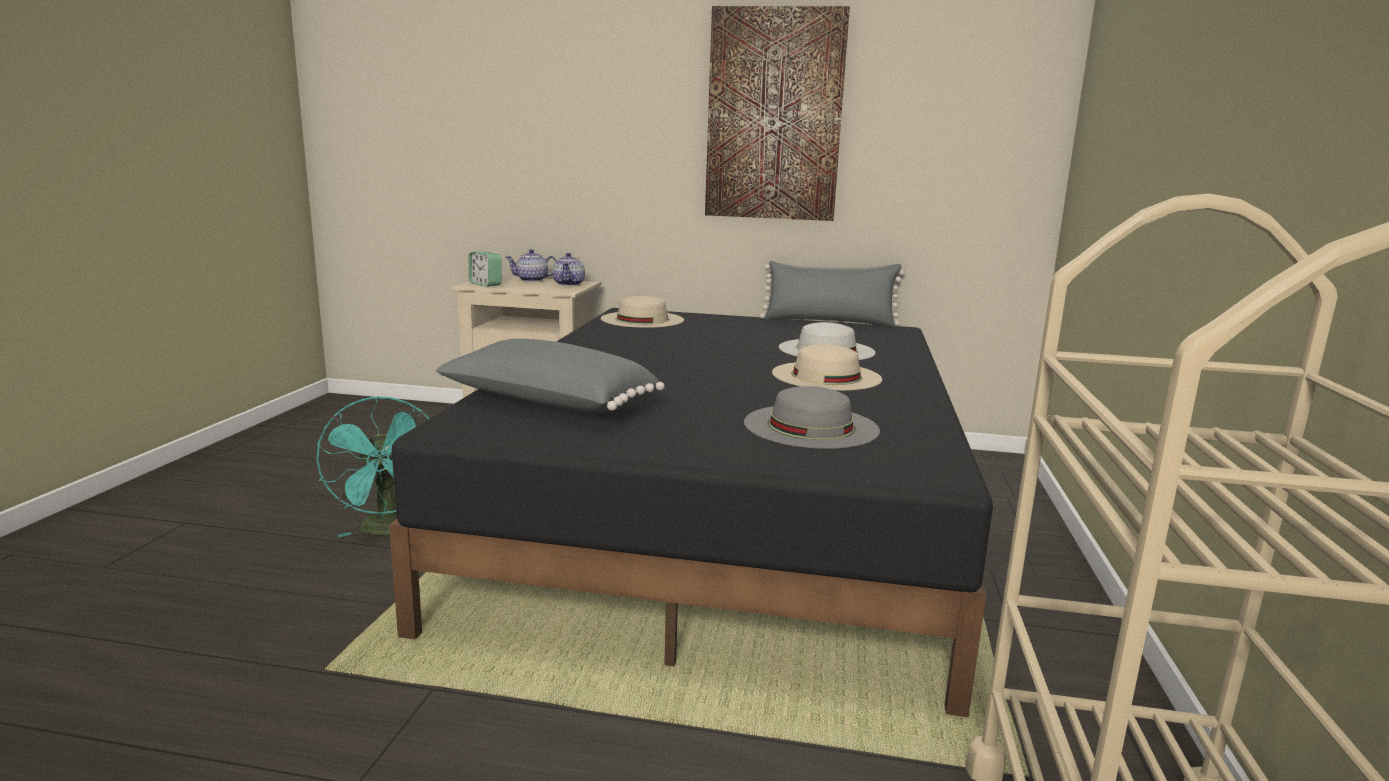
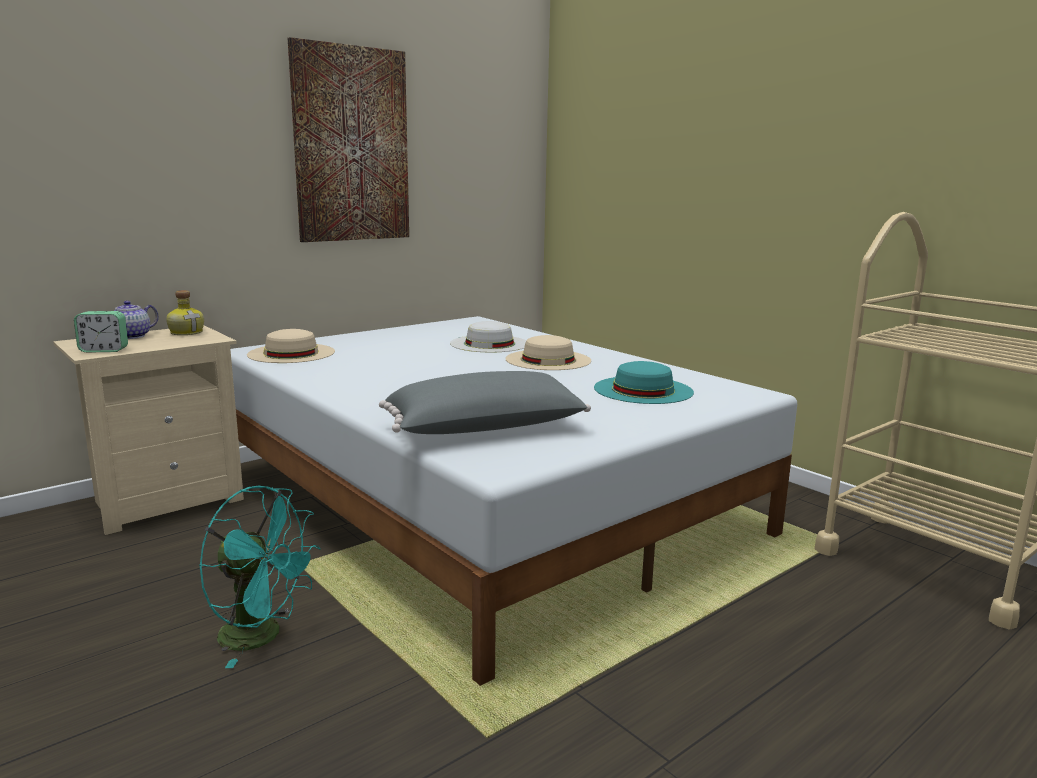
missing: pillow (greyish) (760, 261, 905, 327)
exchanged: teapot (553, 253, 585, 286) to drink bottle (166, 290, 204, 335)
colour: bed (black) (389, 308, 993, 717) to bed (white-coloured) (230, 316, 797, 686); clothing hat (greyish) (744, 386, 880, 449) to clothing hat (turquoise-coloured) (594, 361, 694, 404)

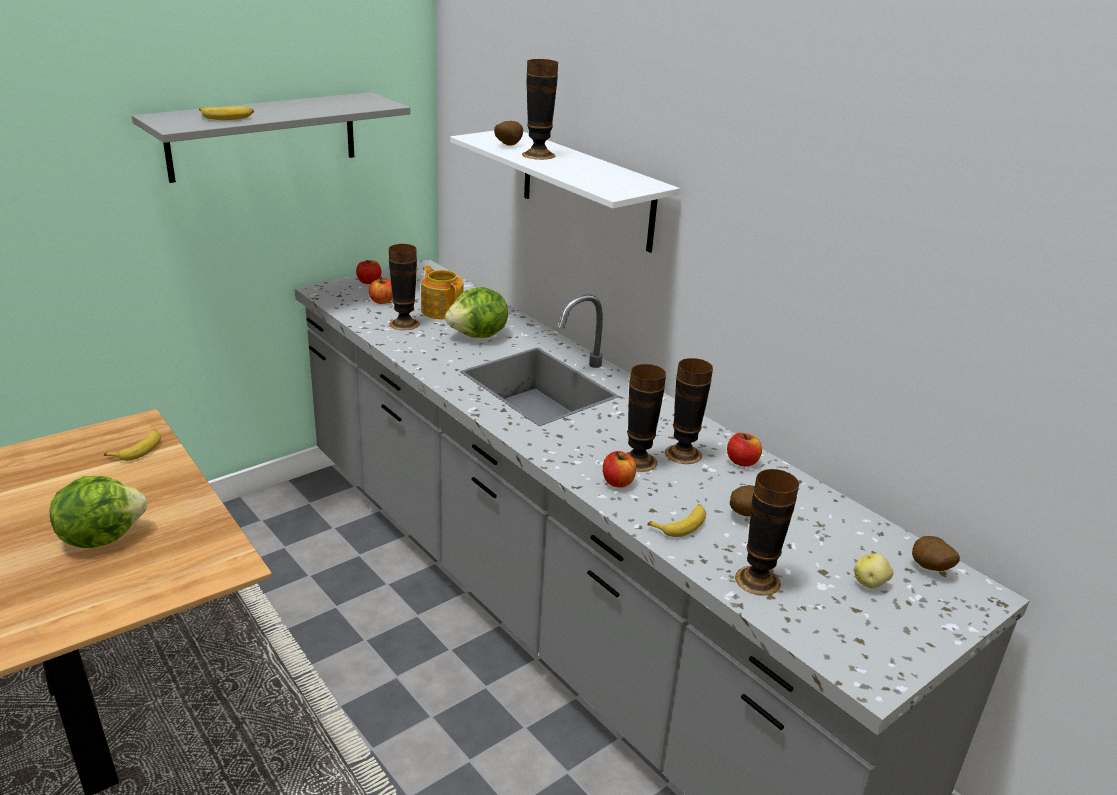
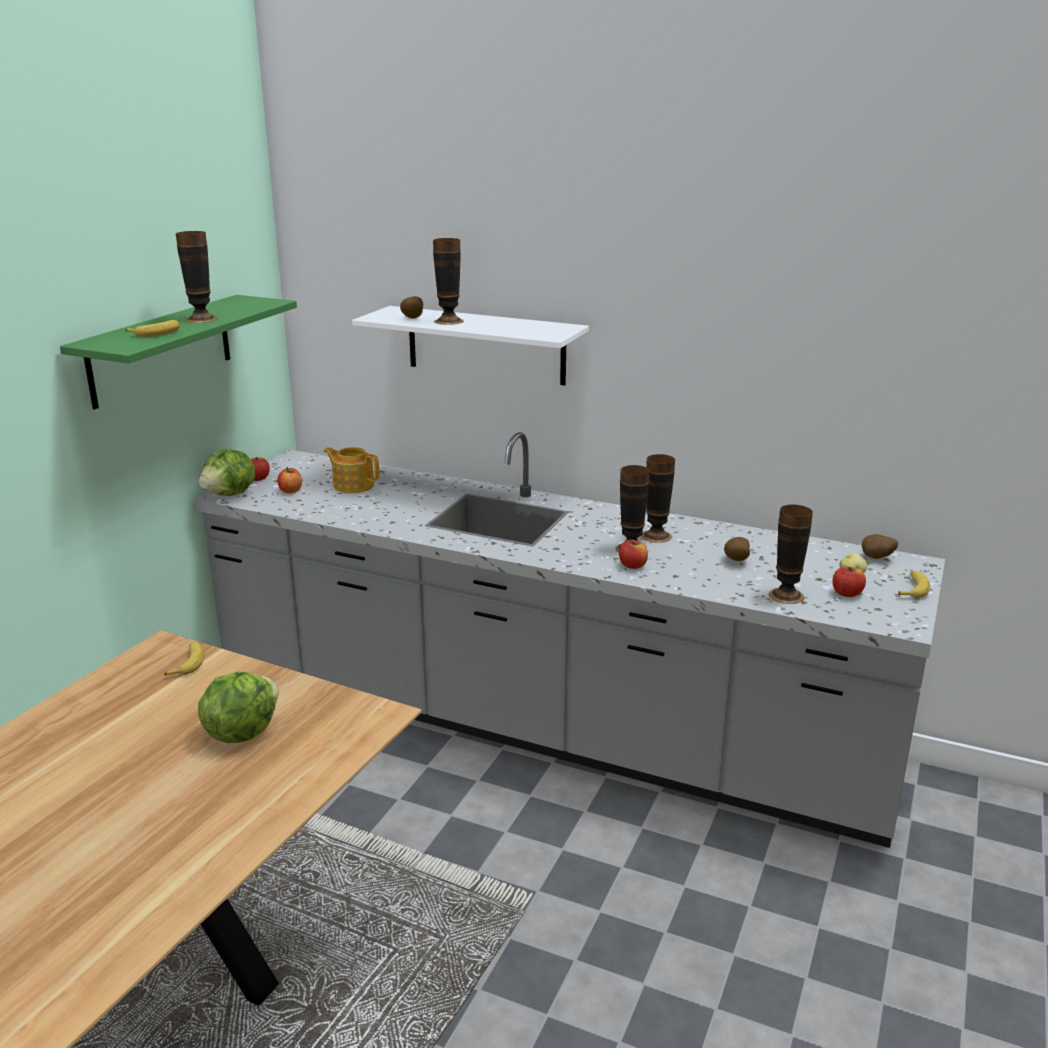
relocated: flower vase (389, 244, 420, 330) to (176, 231, 218, 323); head of lettuce (445, 287, 508, 338) to (199, 449, 255, 496); whole apple (727, 433, 762, 466) to (833, 567, 866, 597); banana fruit (647, 504, 706, 537) to (898, 571, 930, 598)
colour: wall shelf (greyish) (132, 92, 410, 183) to wall shelf (green) (60, 295, 297, 410)

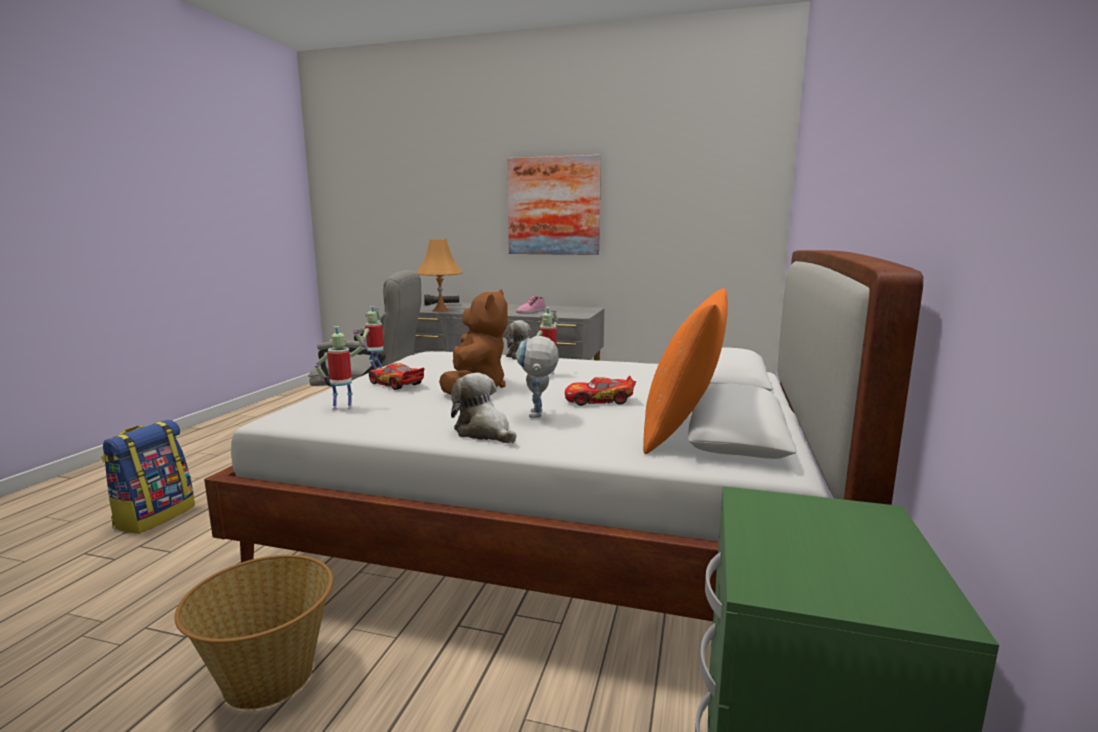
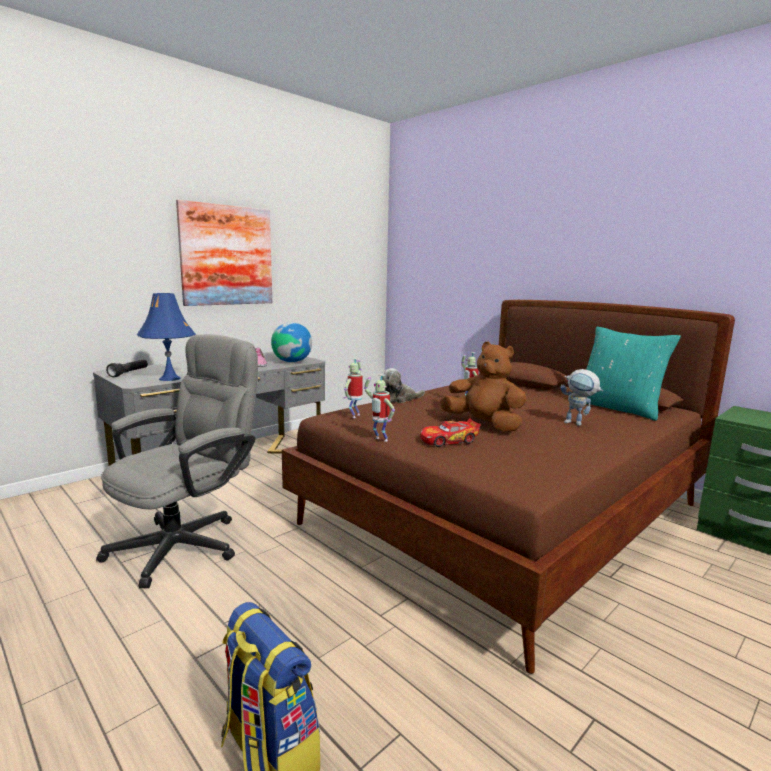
missing: soft toy (451, 373, 516, 443); miniature car (565, 376, 636, 406); household basket (174, 555, 333, 709)
appeared: desk globe (271, 323, 312, 362)
relocated: toy robot (315, 326, 365, 410) to (344, 358, 363, 418)
colour: table lamp (orangey) (417, 239, 463, 312) to table lamp (blue) (137, 293, 196, 381); bed (white-coloured) (204, 250, 923, 621) to bed (brown-coloured) (282, 300, 735, 674); pillow (orangey) (643, 288, 728, 454) to pillow (turquoise-coloured) (586, 327, 681, 421)

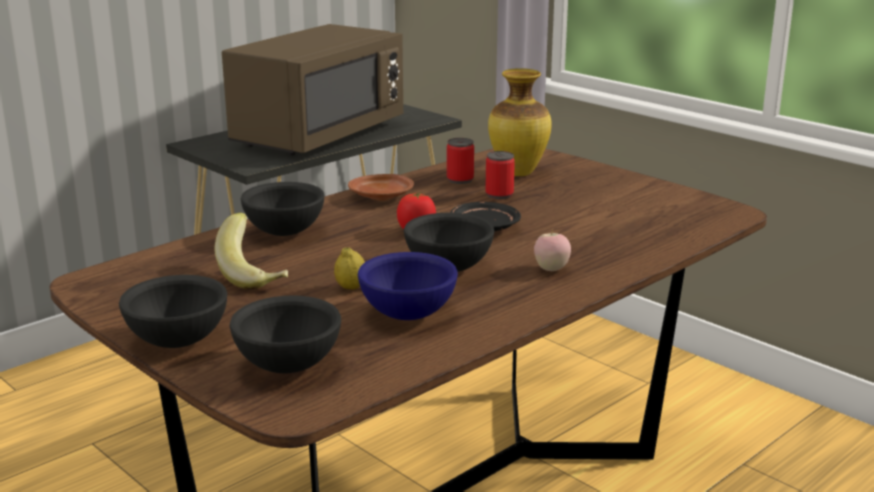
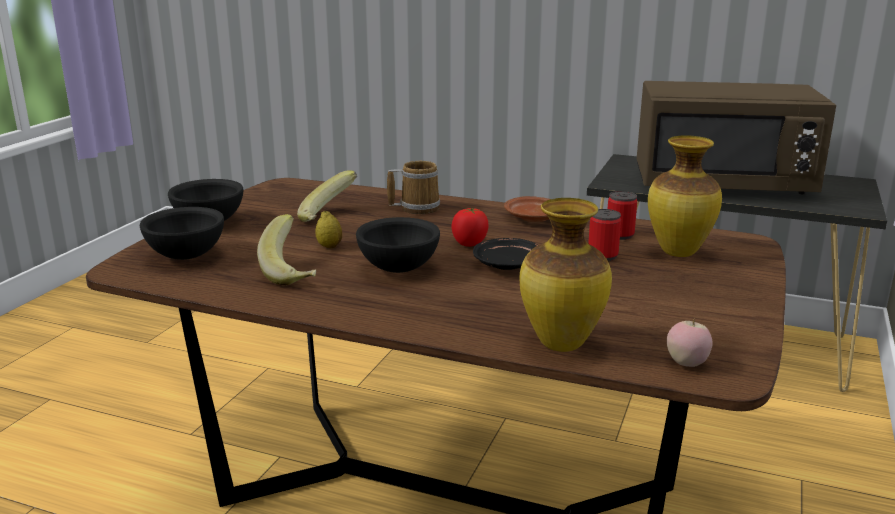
appeared: flower vase (519, 198, 612, 352)
relocated: whole apple (534, 229, 571, 271) to (667, 319, 713, 367)
exchanged: deep dish (black) (241, 182, 324, 236) to coffee mug (387, 161, 440, 214); deep dish (blue) (358, 252, 458, 320) to banana fruit (257, 214, 316, 285)

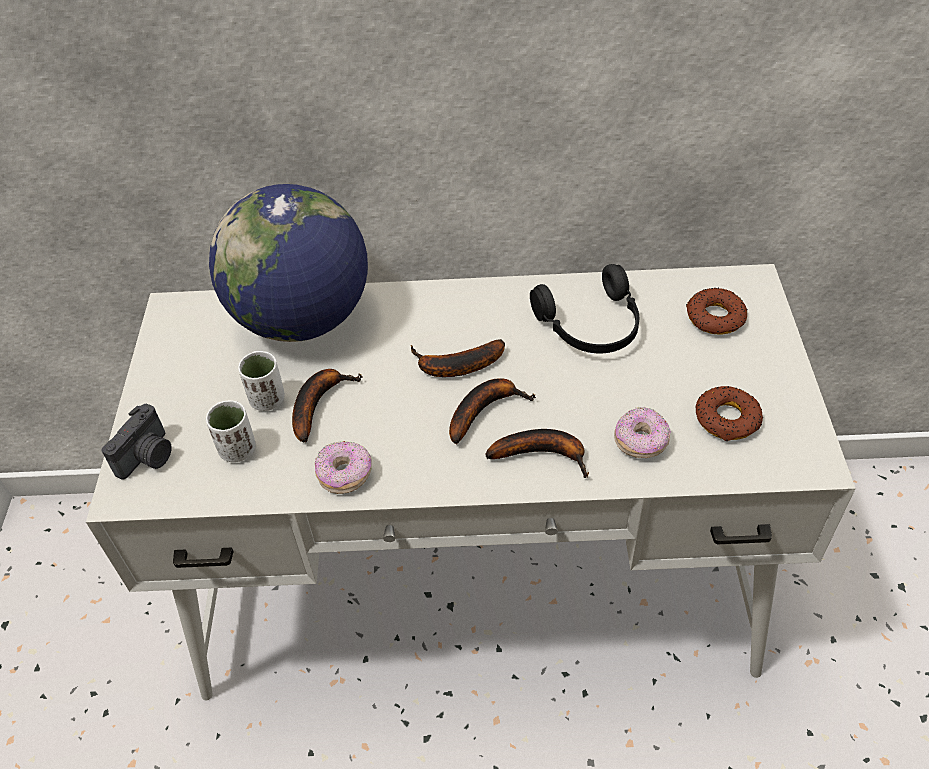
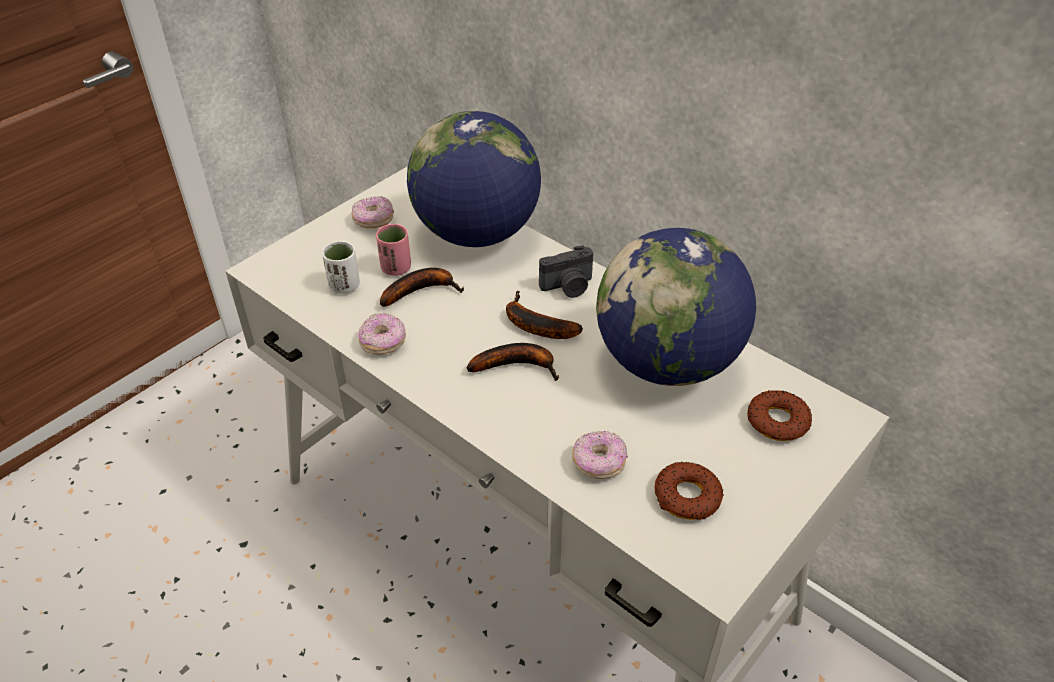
missing: banana fruit (485, 429, 589, 478)
appeared: ring doughnut (351, 196, 394, 228)
relocated: still camera (102, 404, 172, 480) to (539, 245, 593, 298)
exchanged: pair of headphones (black) (530, 264, 639, 353) to desk globe (596, 228, 756, 386)
colour: drinking cup (white-coloured) (238, 351, 285, 411) to drinking cup (pinkish) (376, 224, 411, 276)

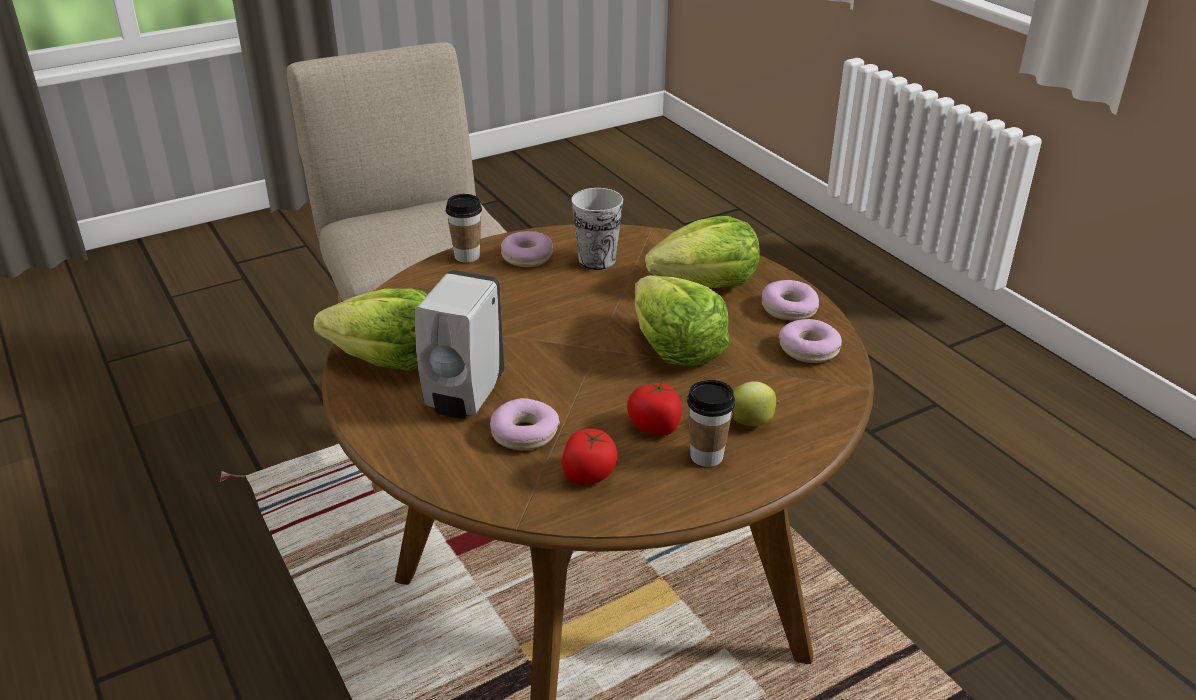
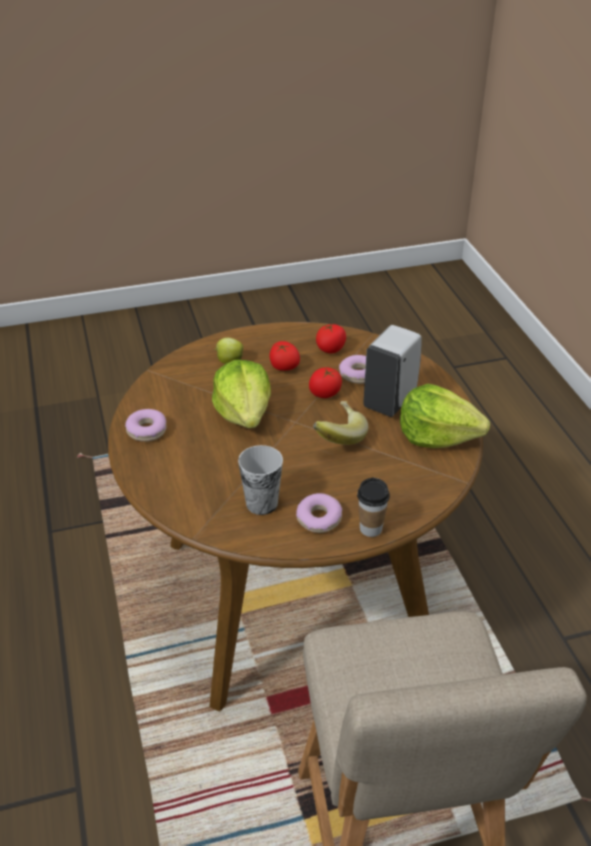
missing: head of lettuce (645, 216, 759, 288); ring doughnut (779, 319, 842, 363); drinking cup (687, 380, 735, 467)
appeared: fresh tomato (309, 367, 342, 398); banana fruit (313, 401, 368, 445)

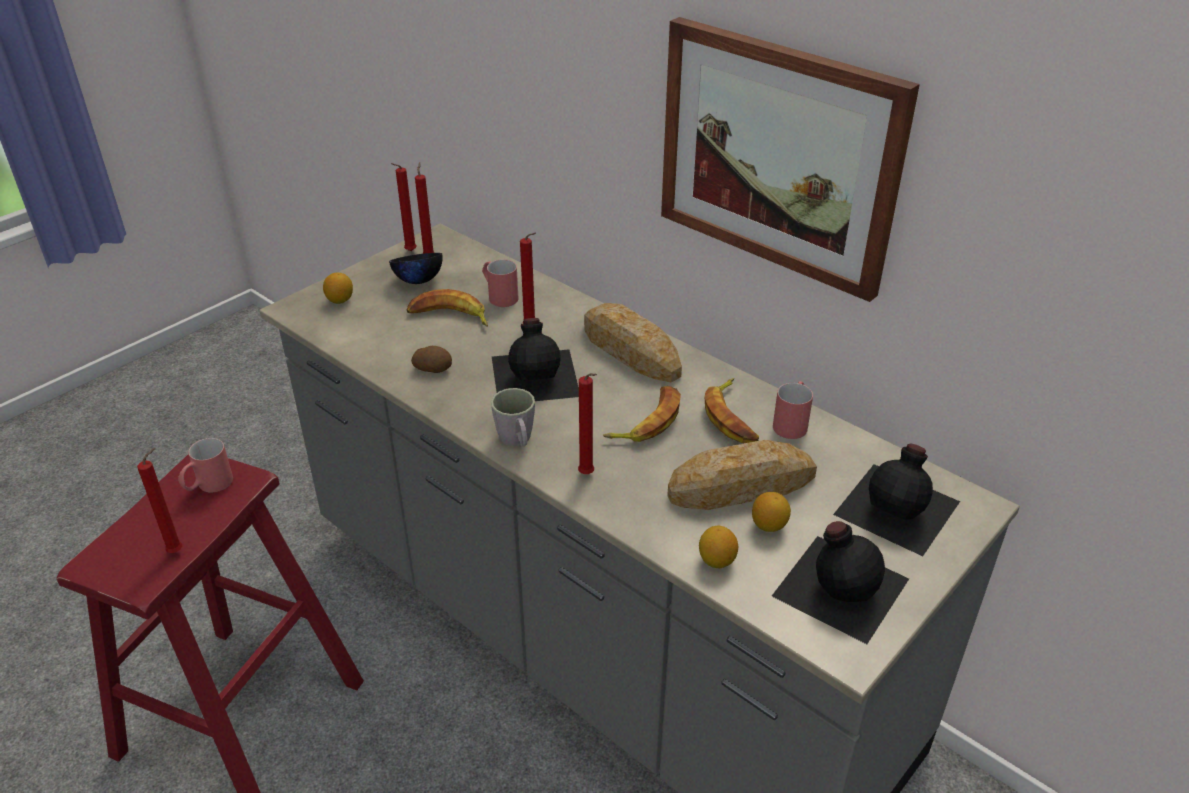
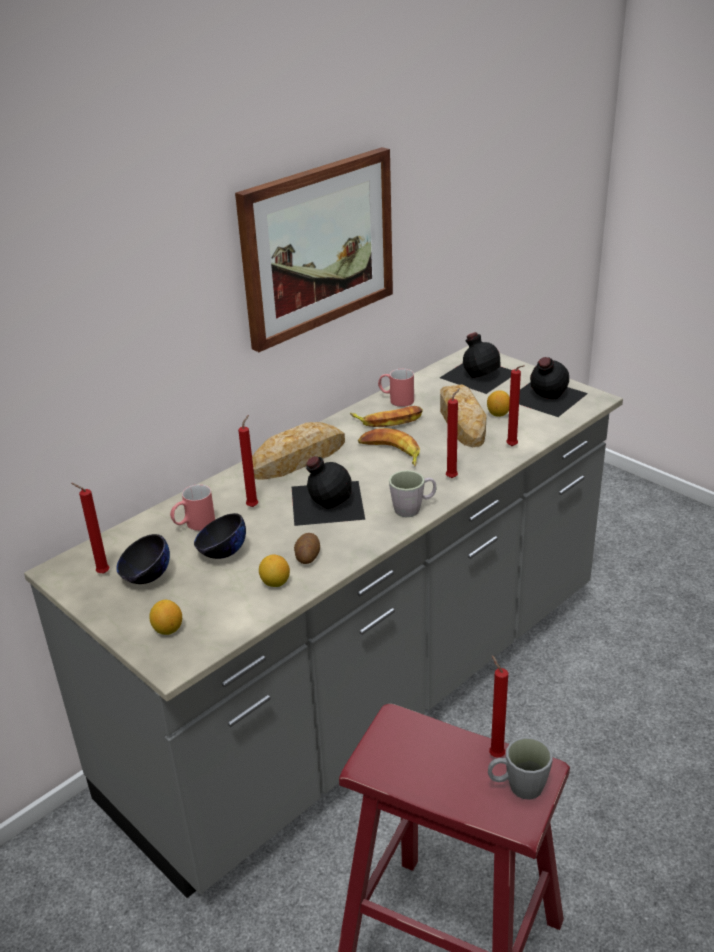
missing: coffee mug (red) (178, 438, 233, 492)
appeared: coffee mug (greyish) (488, 737, 553, 800)
relocated: candle (red) (391, 163, 417, 251) to (506, 365, 524, 446); lemon (699, 525, 738, 568) to (259, 554, 290, 587)
exchanged: banana fruit (407, 289, 488, 327) to deep dish (black) (194, 513, 246, 559)

